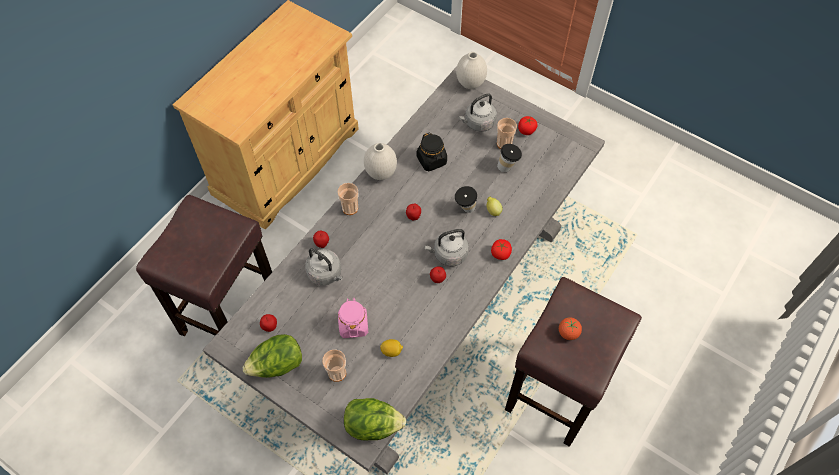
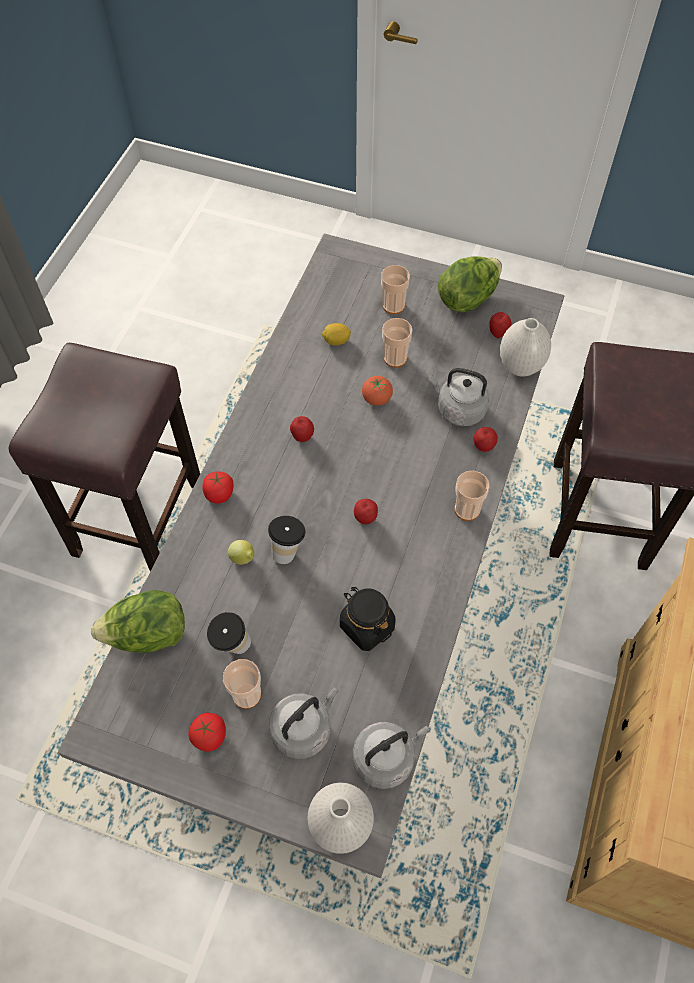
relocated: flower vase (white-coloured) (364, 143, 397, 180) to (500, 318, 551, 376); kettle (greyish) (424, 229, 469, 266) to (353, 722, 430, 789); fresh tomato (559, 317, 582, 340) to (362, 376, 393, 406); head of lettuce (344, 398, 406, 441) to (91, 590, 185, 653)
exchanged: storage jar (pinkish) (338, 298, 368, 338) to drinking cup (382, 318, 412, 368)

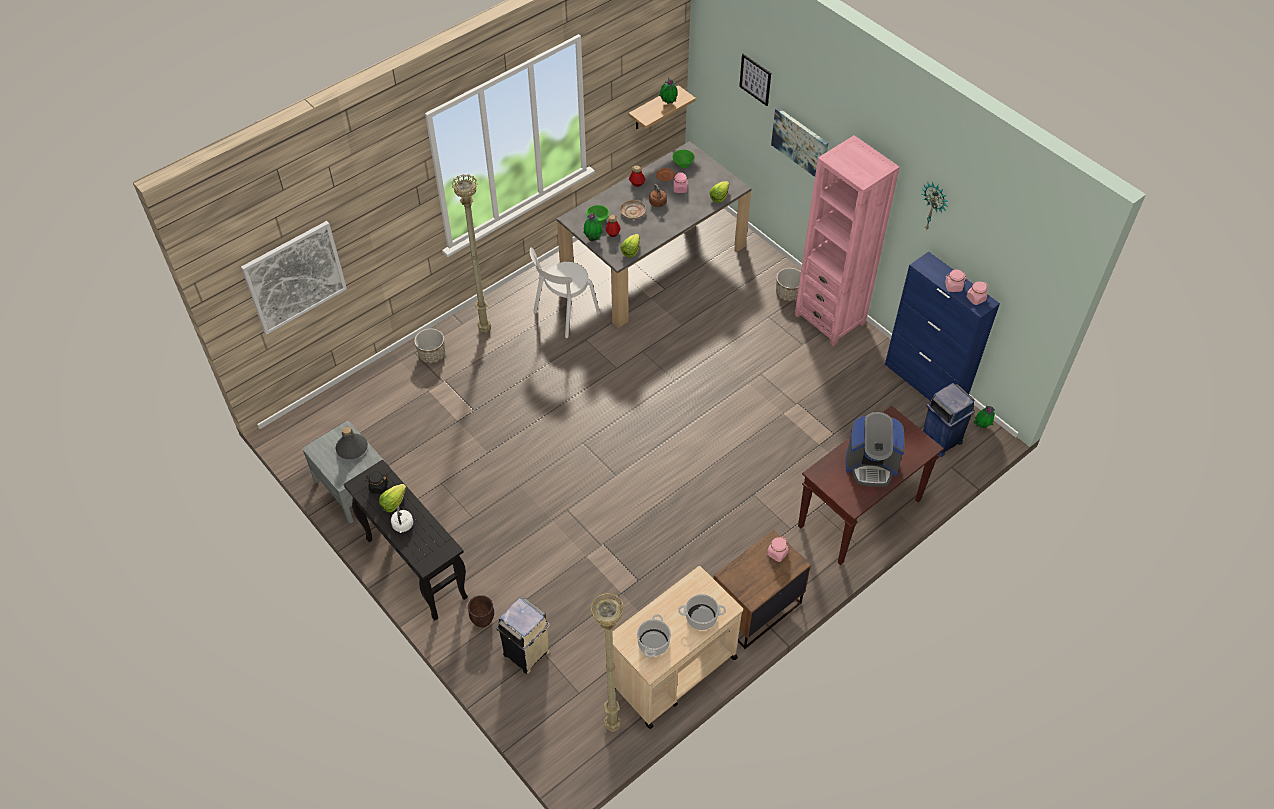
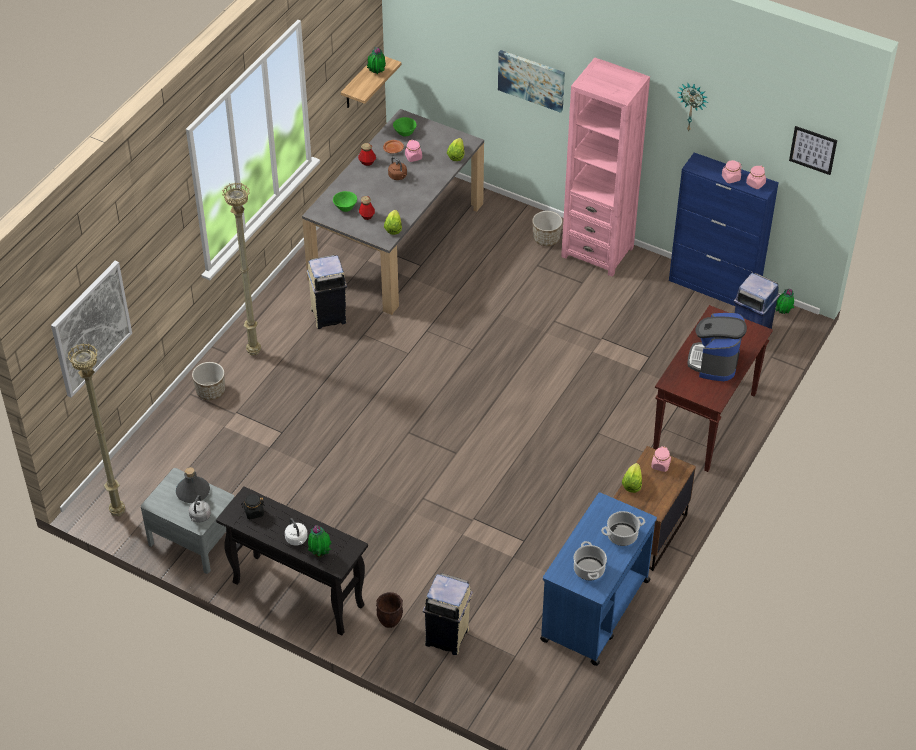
missing: flat dish (beige-coloured) (620, 200, 646, 219)
appeared: kettle (greyish) (188, 495, 211, 522)
relocated: wall picture (739, 54, 771, 106) to (789, 126, 837, 175); houseplant (583, 213, 603, 241) to (308, 525, 332, 557); head of lettuce (379, 484, 406, 512) to (622, 463, 642, 493); standing lamp (beige-coloured) (590, 593, 624, 732) to (67, 343, 125, 516)
exchanged: upright chair (white-coloured) (530, 247, 600, 338) to rubbish bin (beige-coloured) (307, 255, 347, 329)
colour: cart (beige-coloured) (612, 566, 743, 729) to cart (blue) (540, 492, 657, 666)
spun: coffee brewer (845, 412, 905, 487) = (687, 313, 747, 381) 120 degrees clockwise

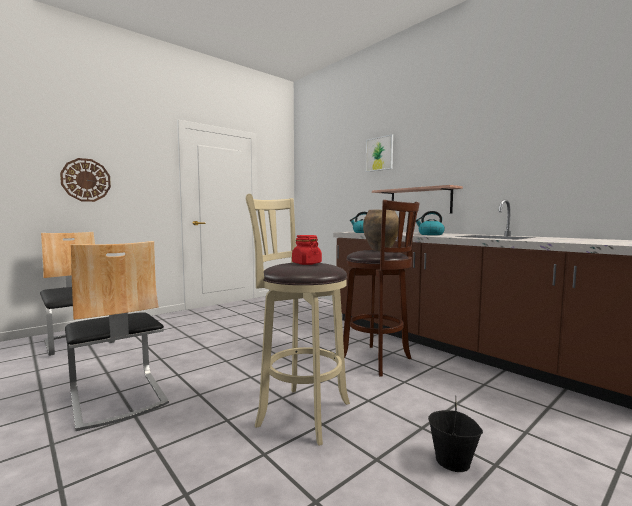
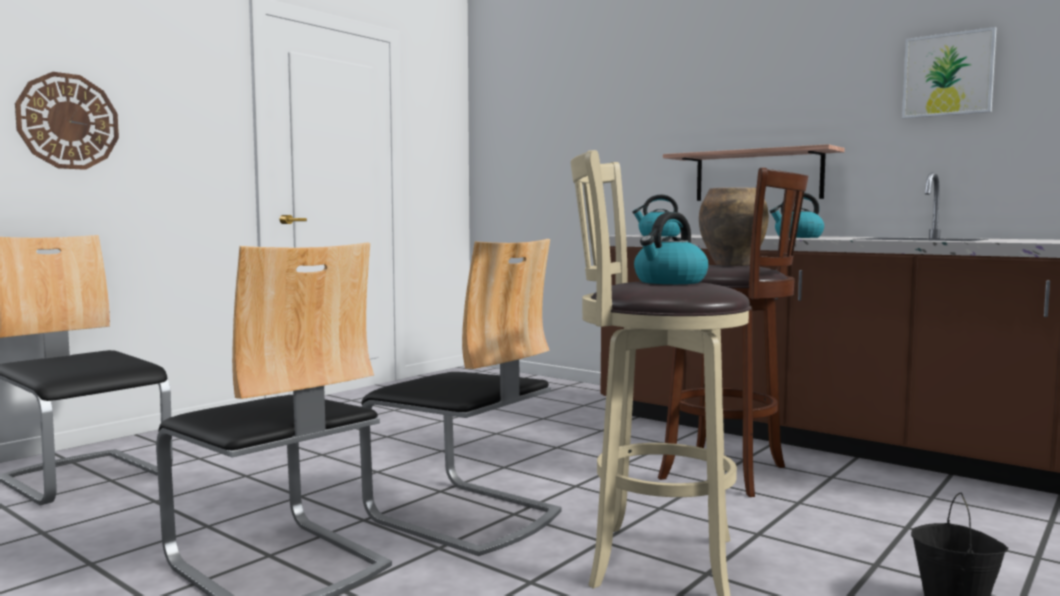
appeared: upright chair (359, 239, 562, 556)
relocated: wall picture (366, 134, 393, 172) to (902, 27, 996, 119)
exchanged: storage jar (red) (292, 235, 322, 265) to kettle (634, 212, 709, 284)

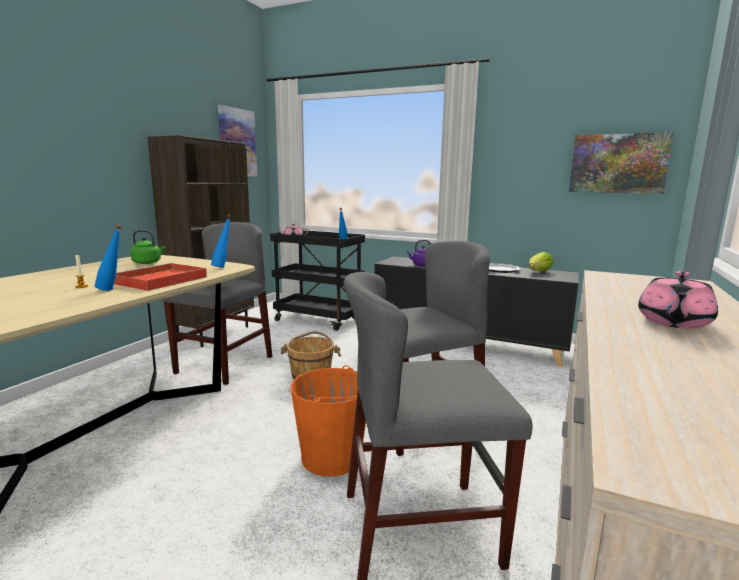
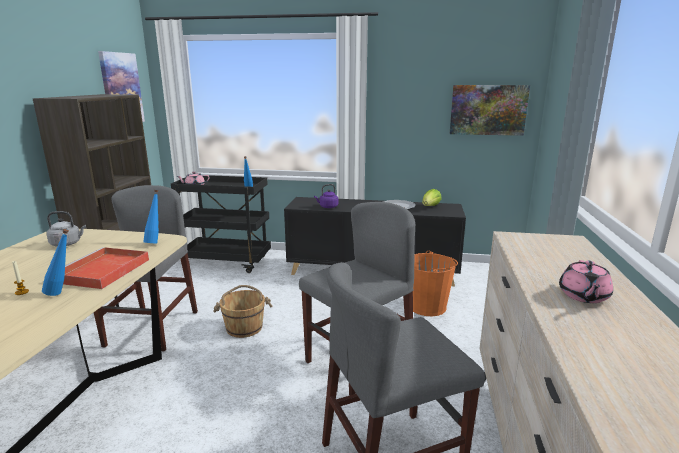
relocated: water bucket (orangey) (290, 365, 366, 477) to (413, 251, 458, 316)
colour: kettle (green) (130, 230, 165, 264) to kettle (greyish) (46, 211, 86, 246)

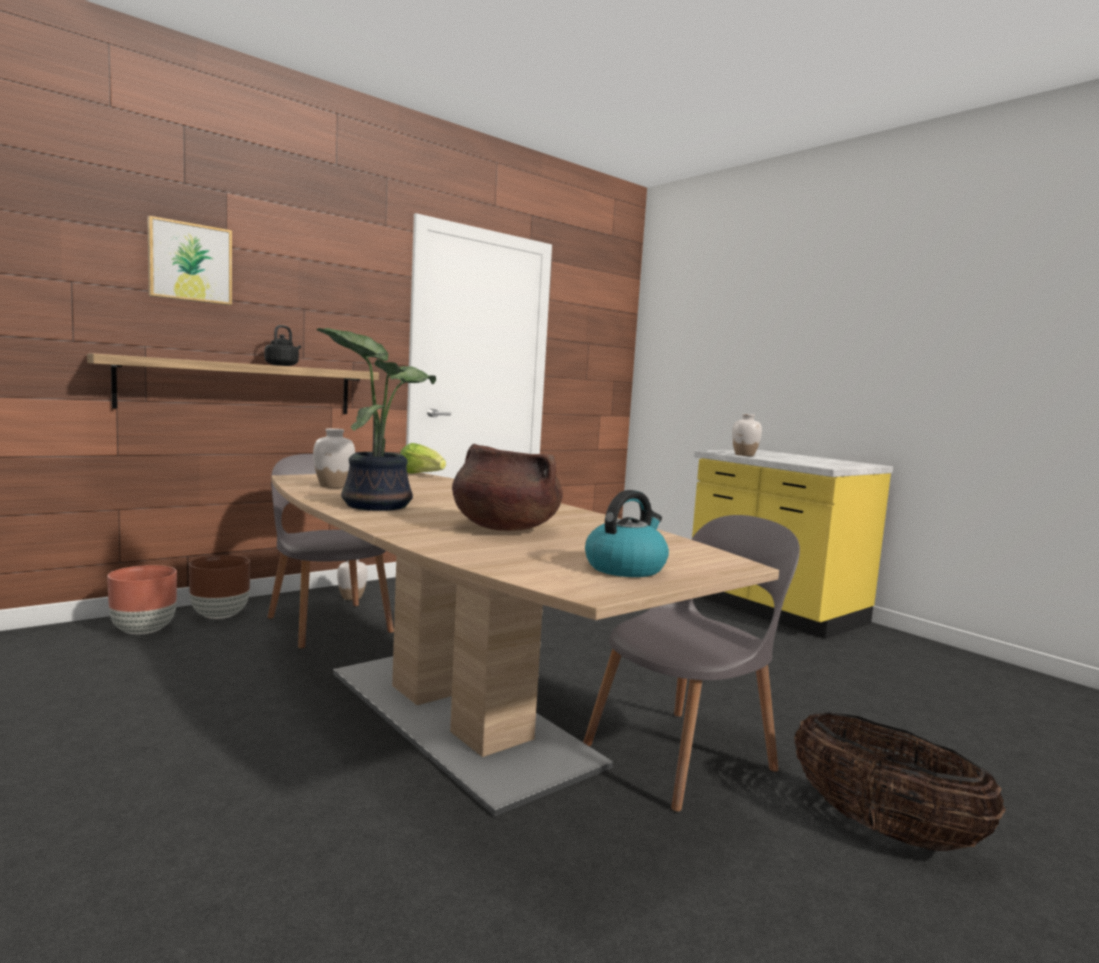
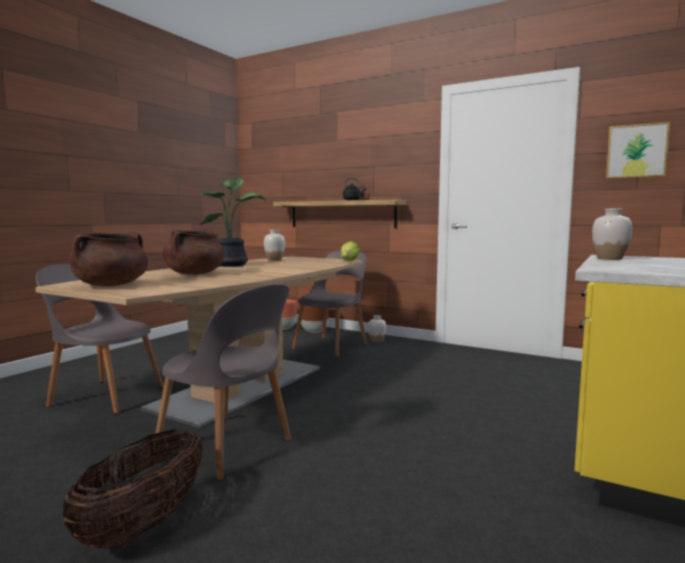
appeared: upright chair (greyish) (36, 264, 164, 414)
relocated: wall picture (147, 216, 232, 305) to (606, 122, 671, 179)
exchanged: kettle (585, 490, 669, 577) to cooking pot (brown-coloured) (69, 232, 148, 286)

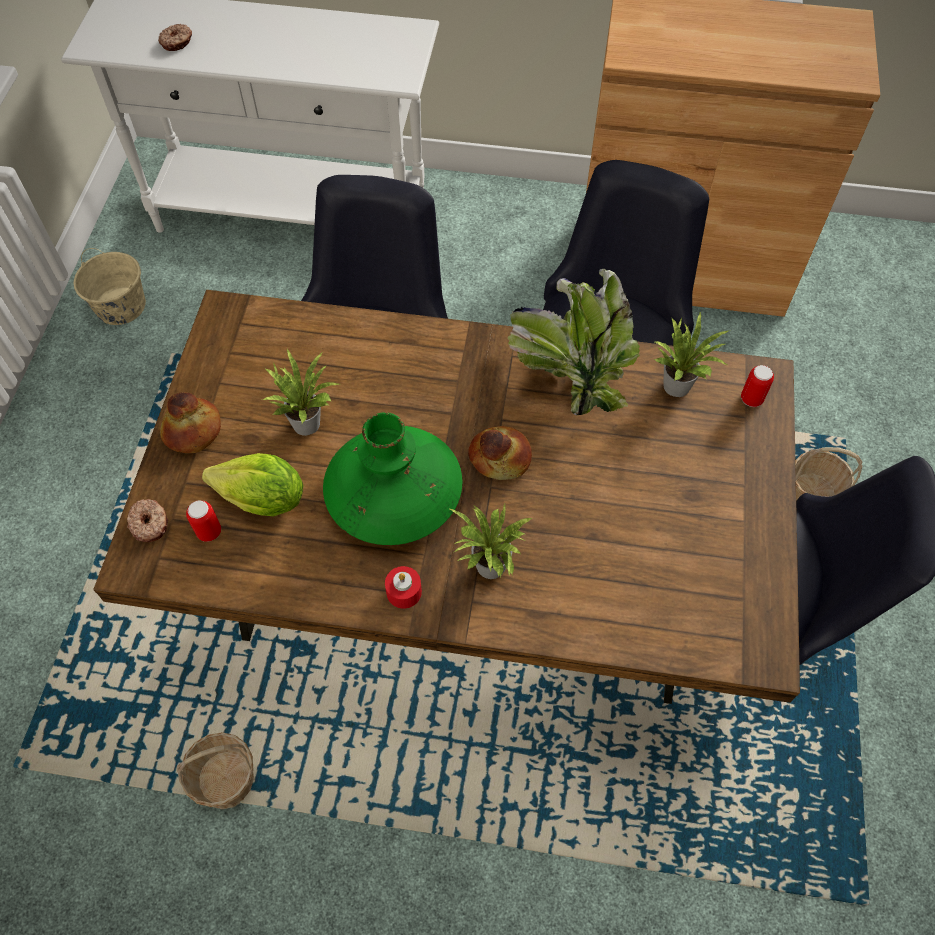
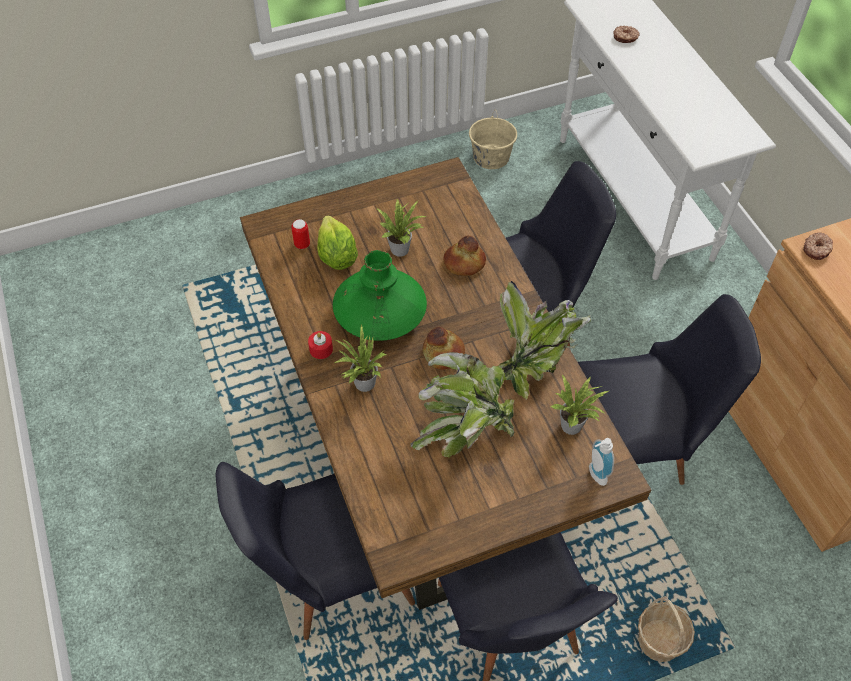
missing: household basket (177, 732, 254, 809)
appeared: houseplant (410, 352, 515, 457); upright chair (black) (216, 462, 415, 640)
relocated: bakery bread (160, 392, 221, 453) to (444, 236, 486, 276); ring doughnut (127, 499, 168, 542) to (803, 232, 833, 260)
exchanged: can (741, 365, 774, 407) to soap dispenser (589, 438, 614, 486)

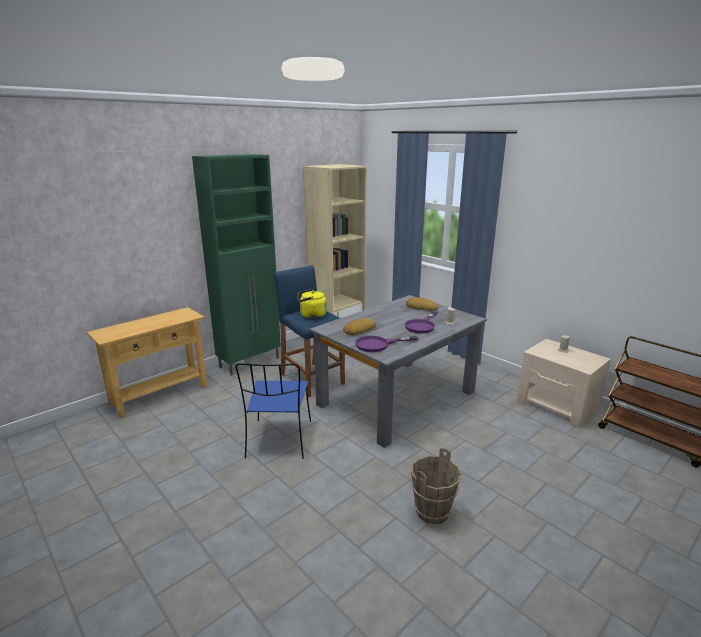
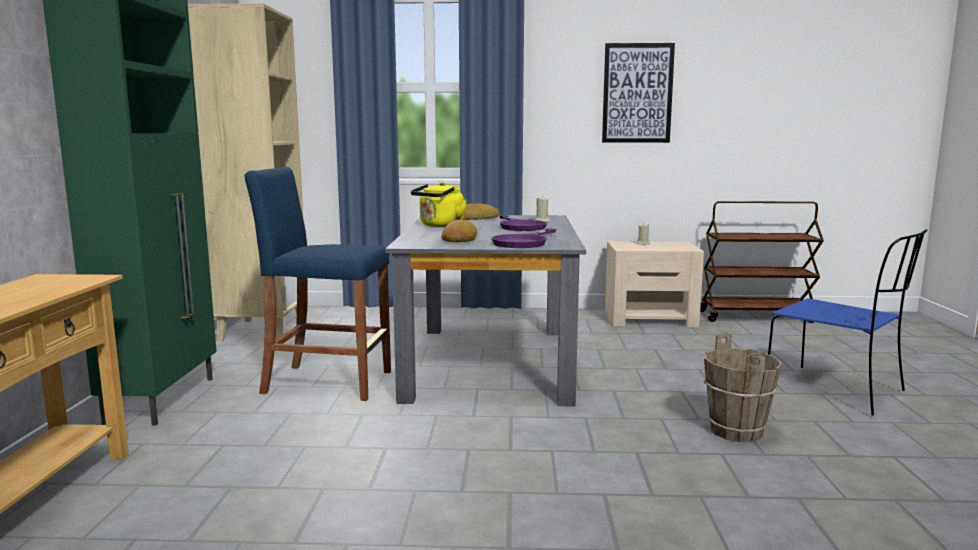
appeared: wall picture (602, 43, 675, 143)
relocated: kettle (yellowish) (298, 289, 327, 319) to (411, 182, 467, 227); upright chair (blue) (236, 363, 311, 459) to (768, 229, 928, 416)

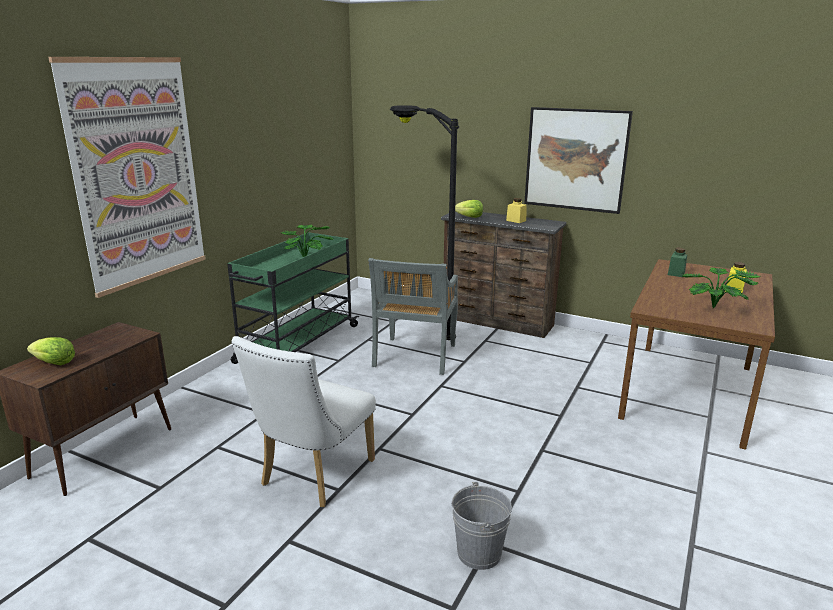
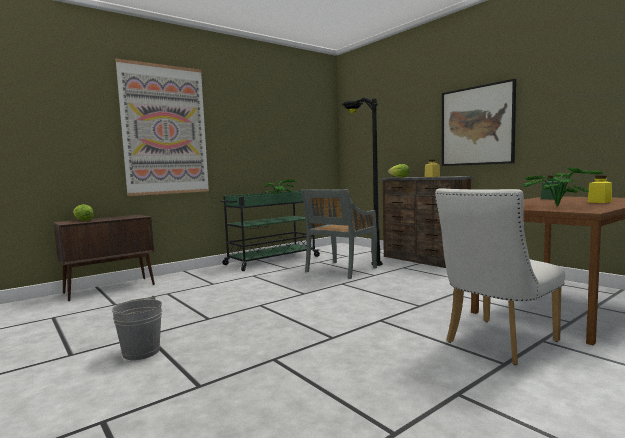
relocated: upright chair (white-coloured) (231, 336, 376, 507) to (435, 189, 565, 365); water bucket (greyish) (452, 482, 512, 570) to (112, 296, 162, 360)

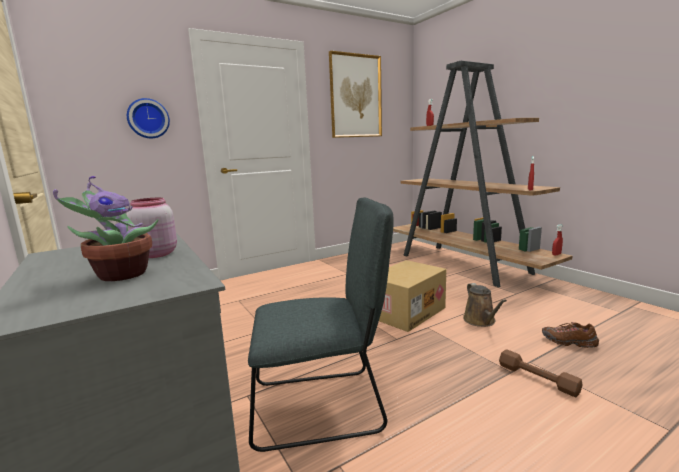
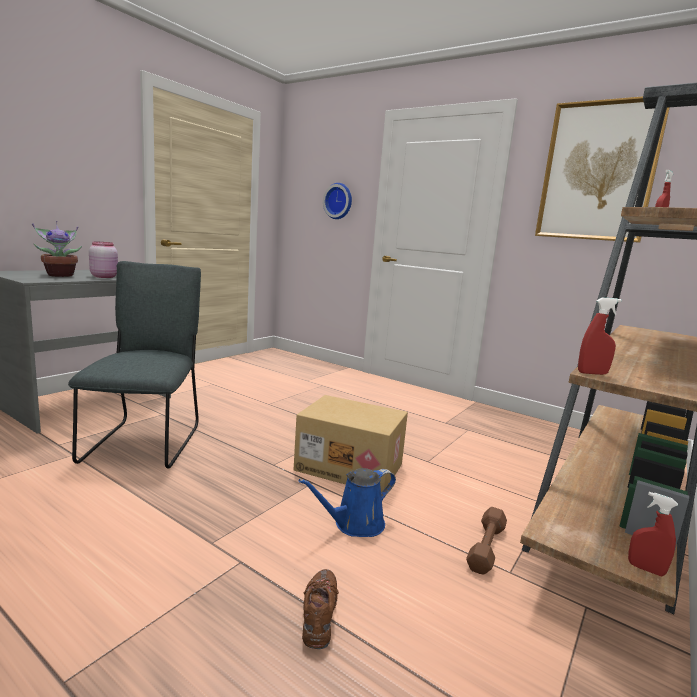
relocated: hand weight (brown-coloured) (499, 349, 582, 397) to (466, 507, 507, 575)
colour: watering pot (brown-coloured) (463, 283, 507, 327) to watering pot (blue) (299, 468, 396, 537)
spun: upright chair (greyish) (248, 198, 394, 452) = (68, 261, 201, 469) 150 degrees counterclockwise

